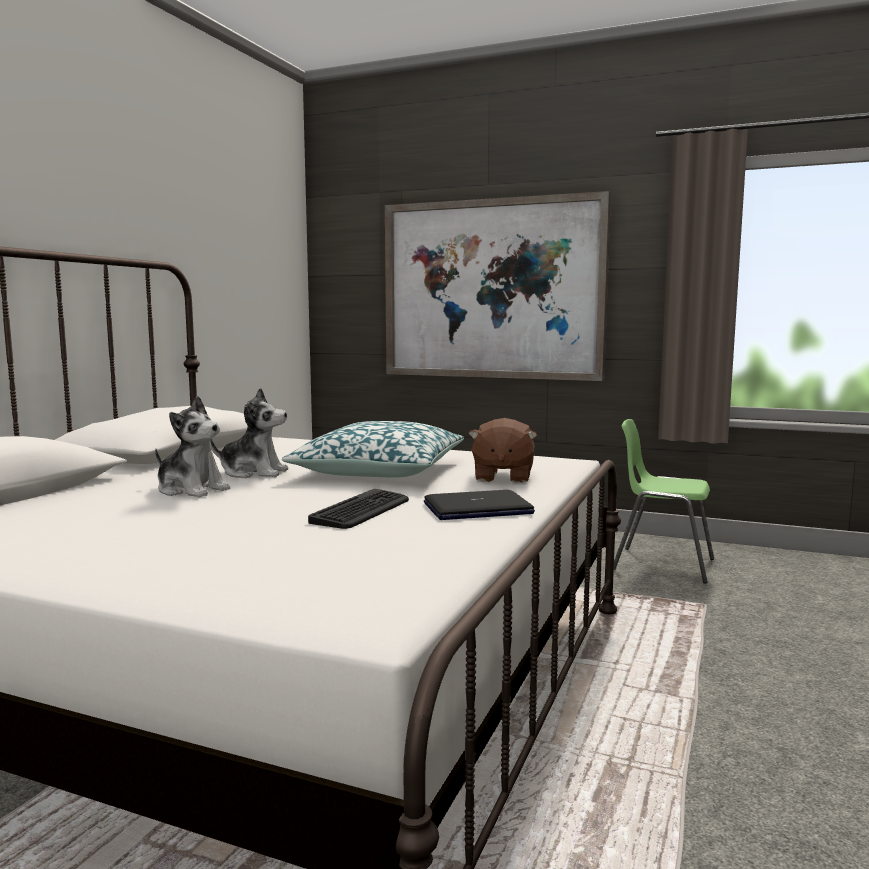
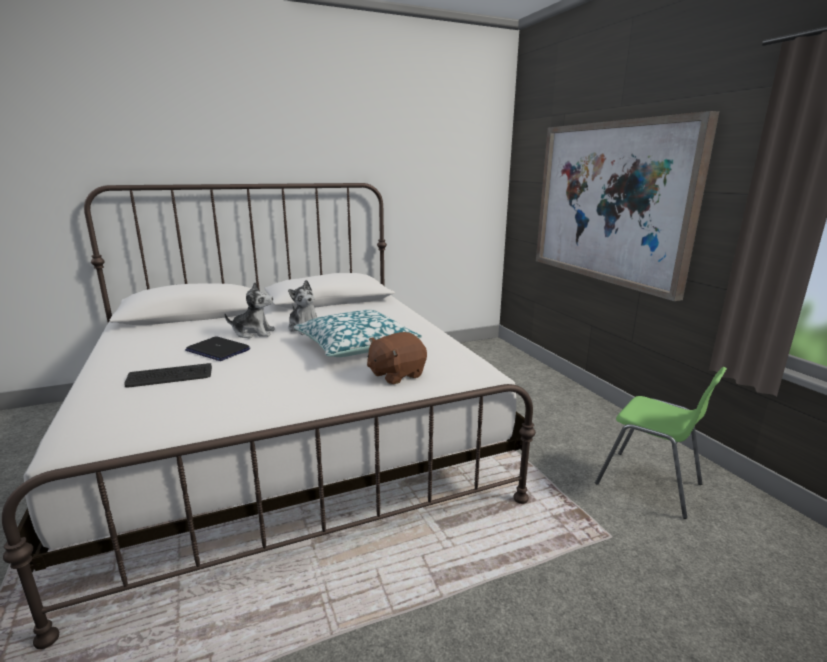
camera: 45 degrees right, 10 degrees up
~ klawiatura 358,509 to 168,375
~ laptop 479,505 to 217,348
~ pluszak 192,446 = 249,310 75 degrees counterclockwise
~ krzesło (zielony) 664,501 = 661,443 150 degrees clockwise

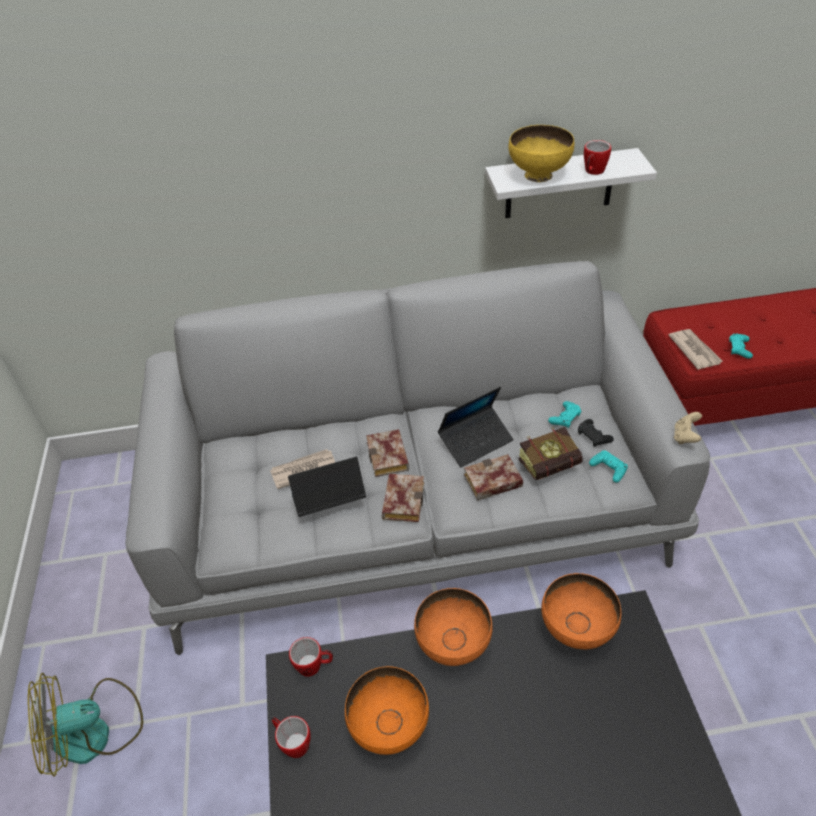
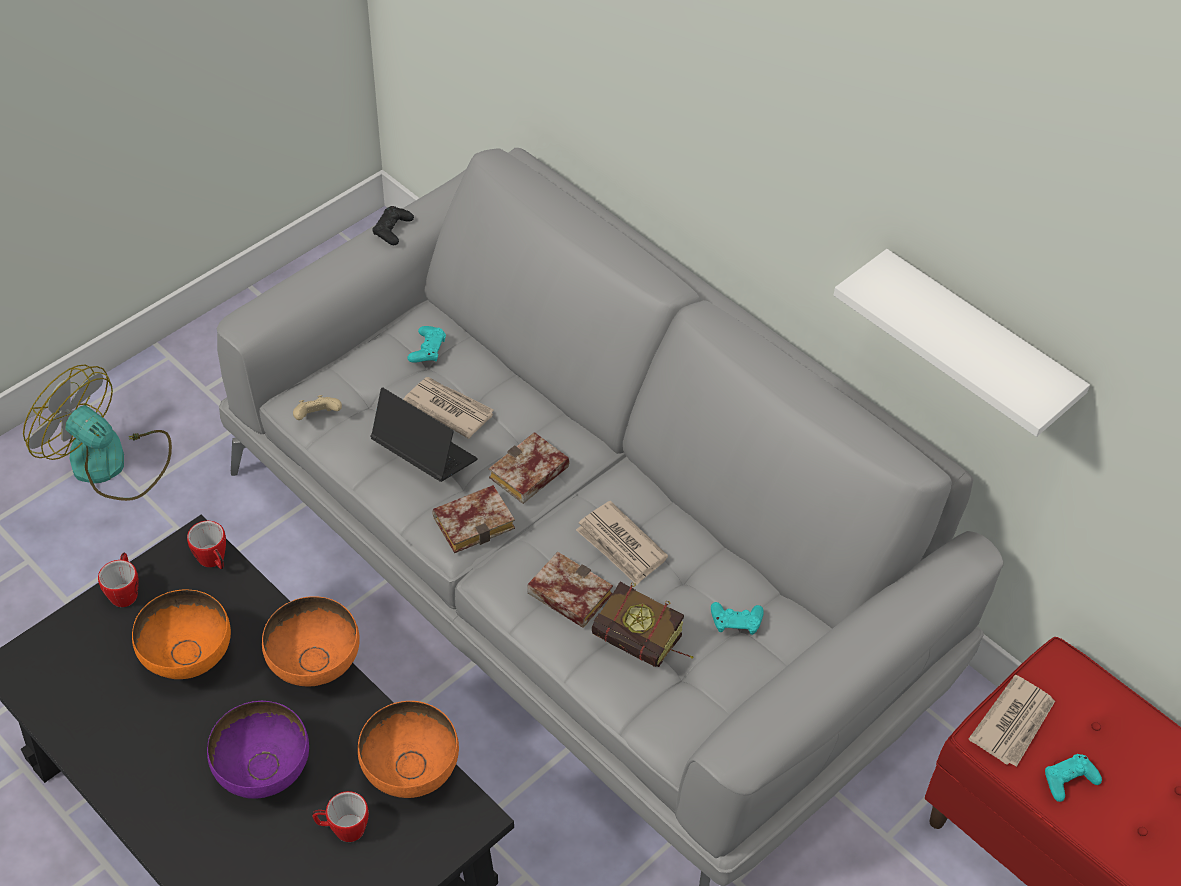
camera: 50 degrees right, 5 degrees up
+ miska (fioletowy) 258,750
~ pad do gier (beżowy) 688,428 to 317,407
~ kubek 597,157 to 340,816
~ pad do gier (czarny) 596,433 to 393,225
~ pad do gier (turkusowy) 608,466 to 426,344
~ laptop 476,427 to gazeta 622,543
- miska (żółty) 541,153

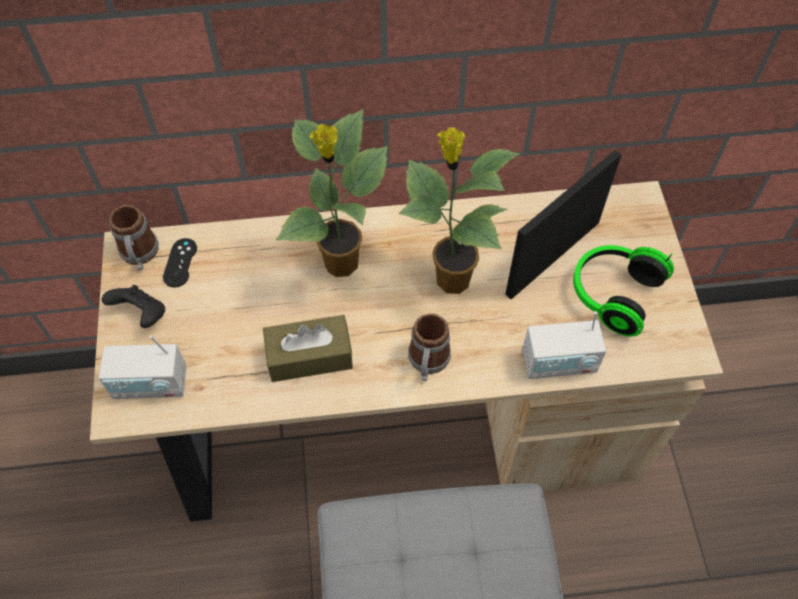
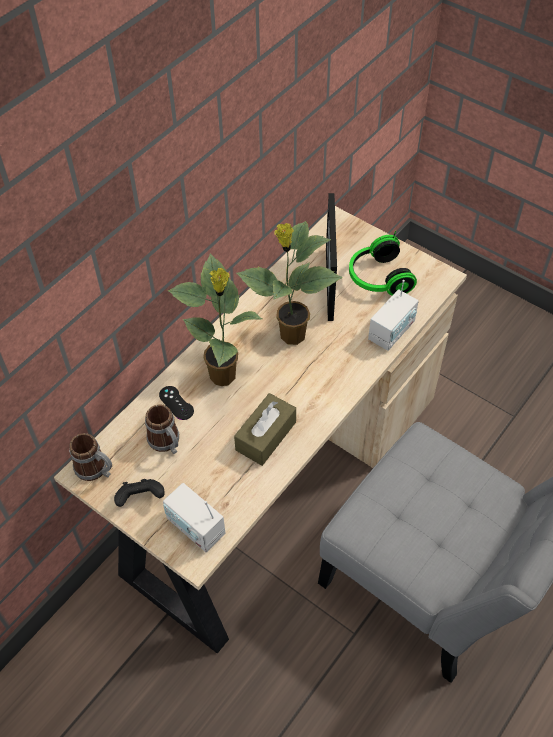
camera: 45 degrees left, 5 degrees down
~ kubek 429,347 to 162,429
~ pad do gier (czarny) 180,262 to 176,403
~ radio 142,367 = 194,517 90 degrees clockwise

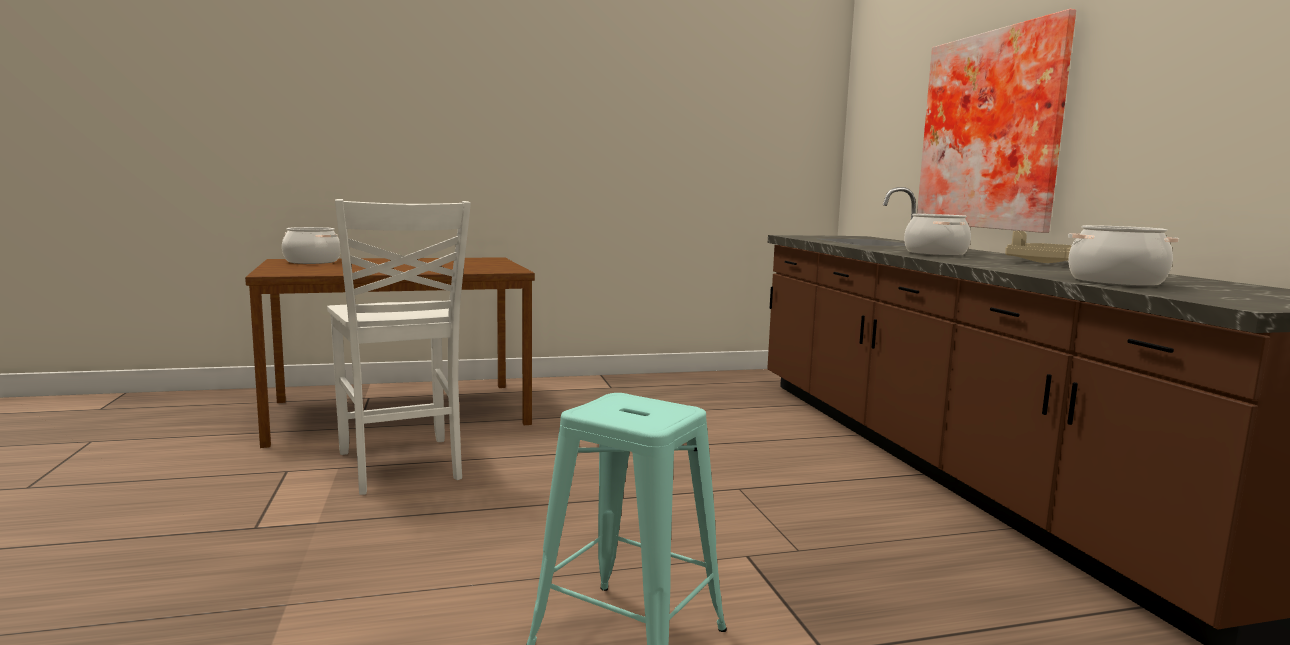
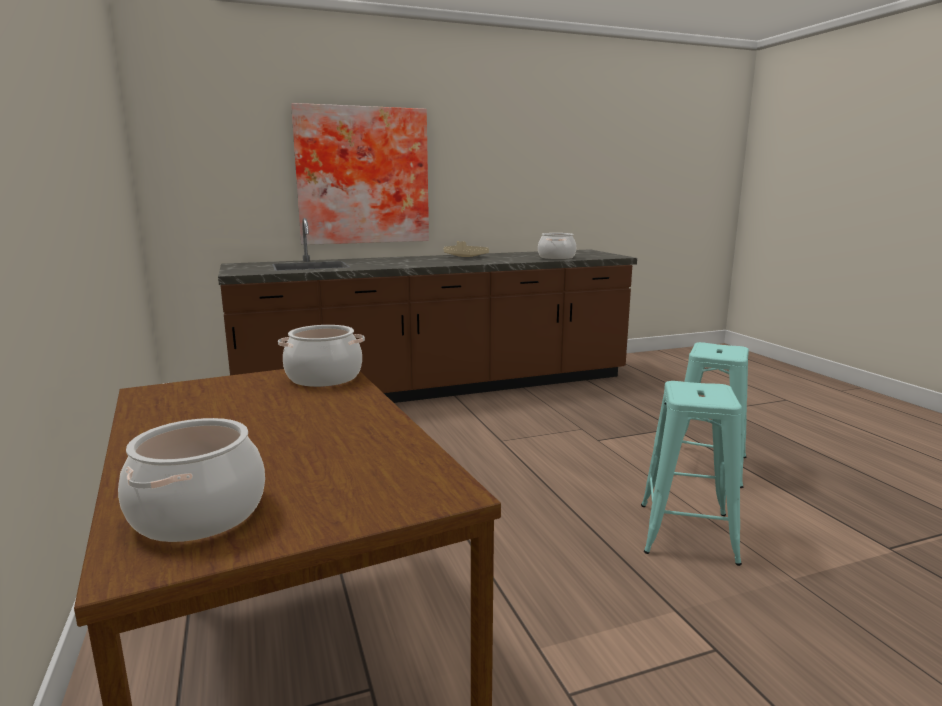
camera: 95 degrees left, 5 degrees up
~ garnek 937,235 to 321,356
+ stołek (turkusowy) 691,473
- krzesło (biały) 399,347

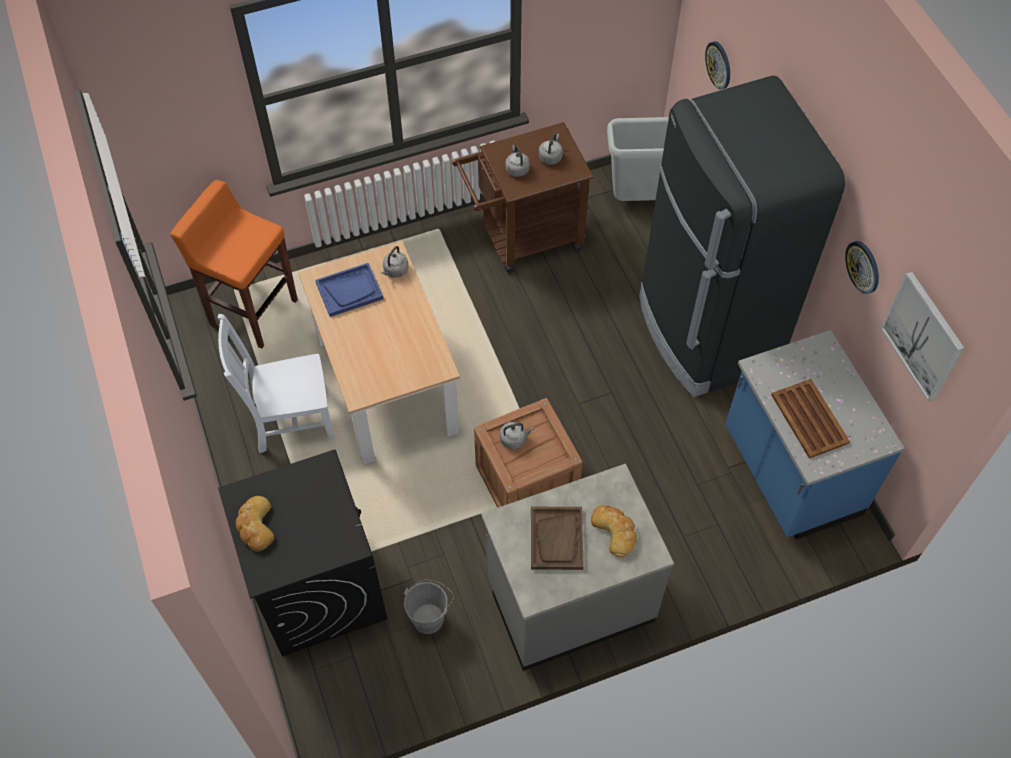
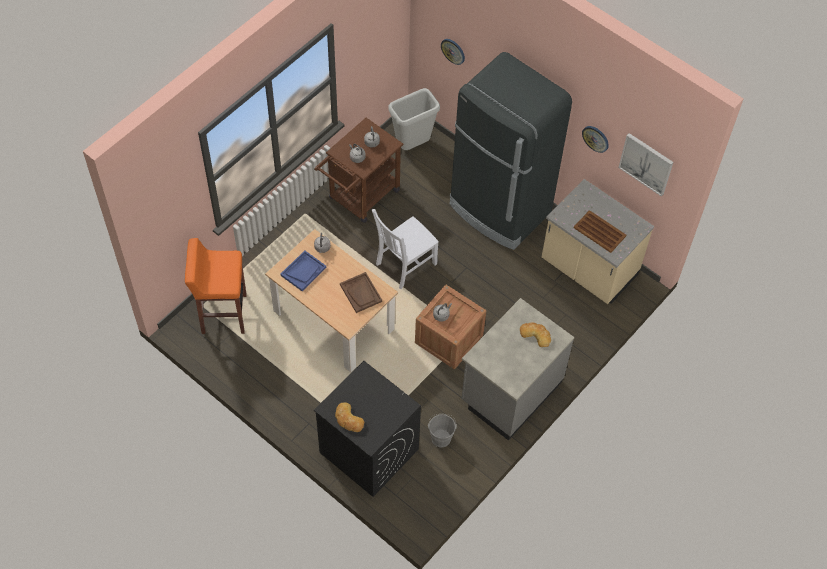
camera: 30 degrees left, 0 degrees up
~ taca (brązowy) 557,538 to 361,292
~ krzesło (biały) 276,383 to 405,249
~ zabudowa kuchenna (niebieski) 815,435 to zabudowa kuchenna (beżowy) 598,241

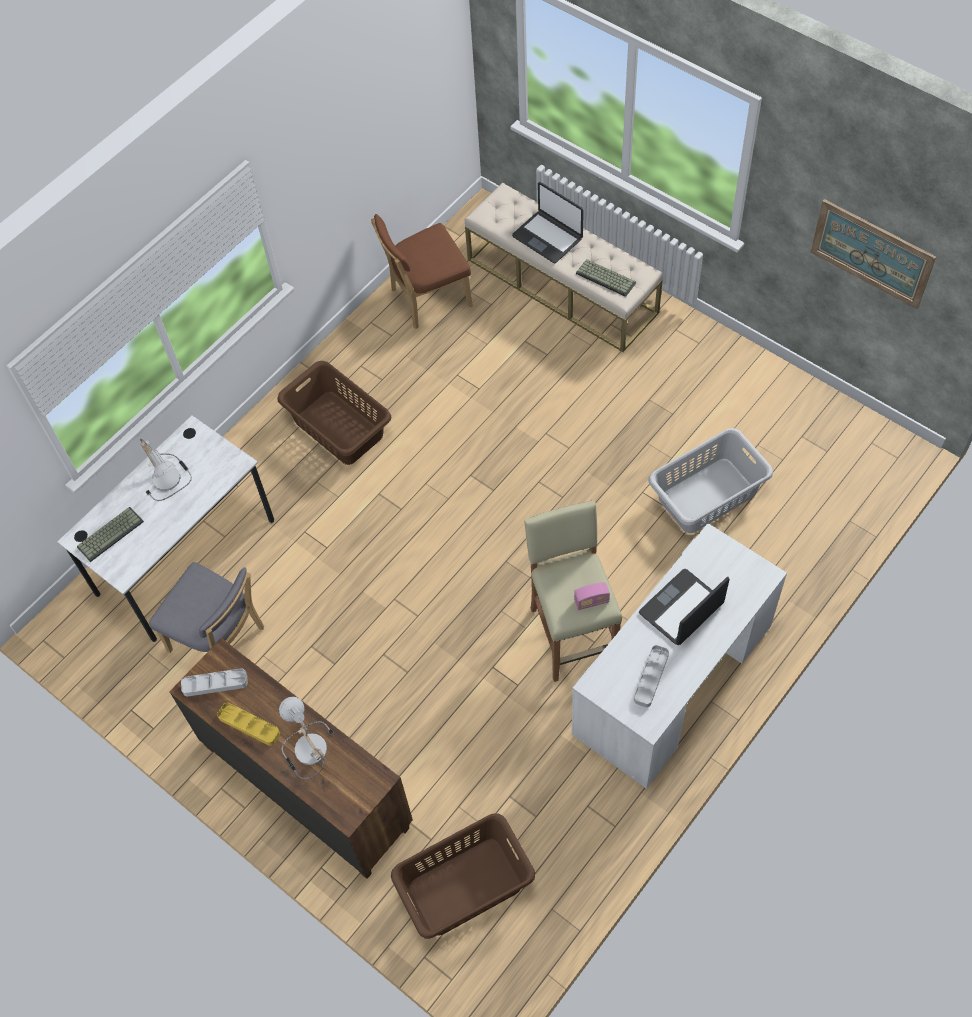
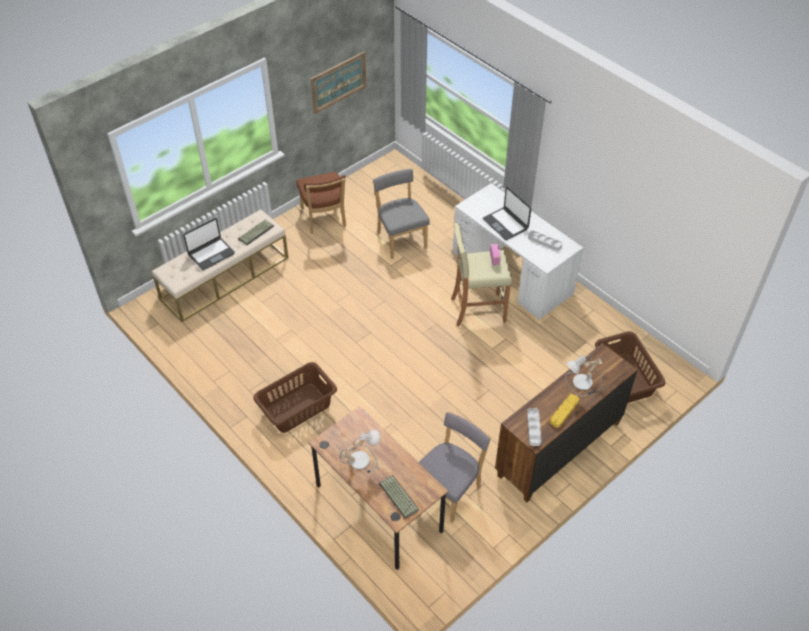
camera: 85 degrees left, 10 degrees down
~ krzesło (brązowy) 422,271 to 321,203
~ biurko (biały) 166,528 to biurko (brązowy) 379,488
~ kosz na pranie (szary) 710,480 to krzesło (szary) 401,214

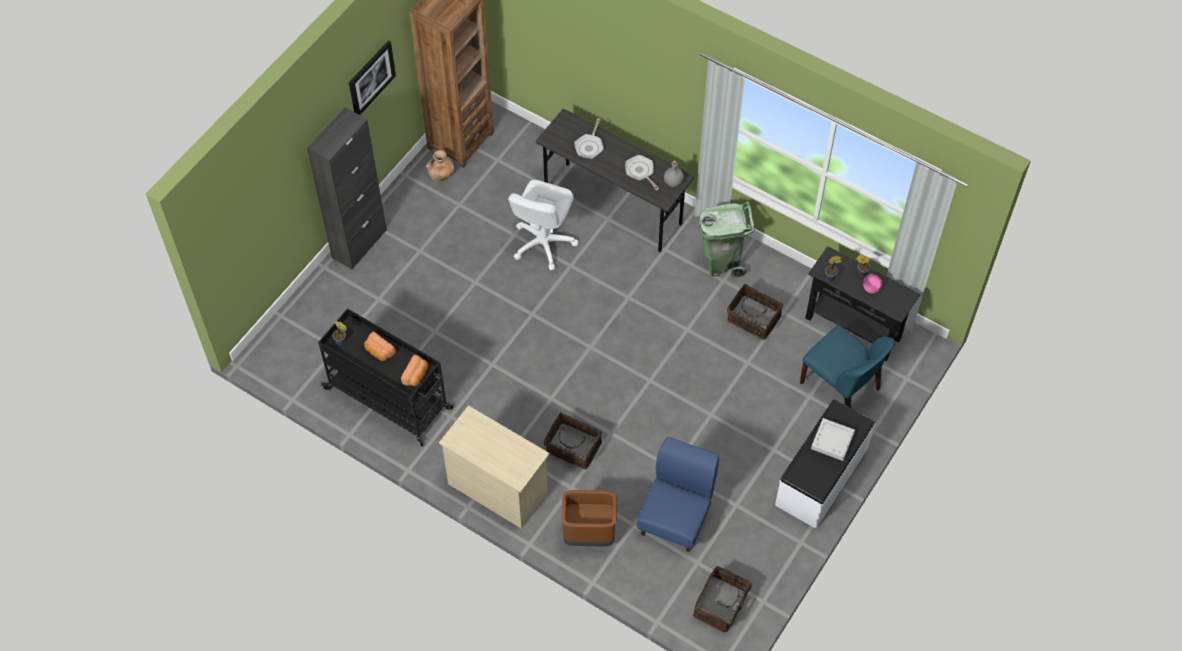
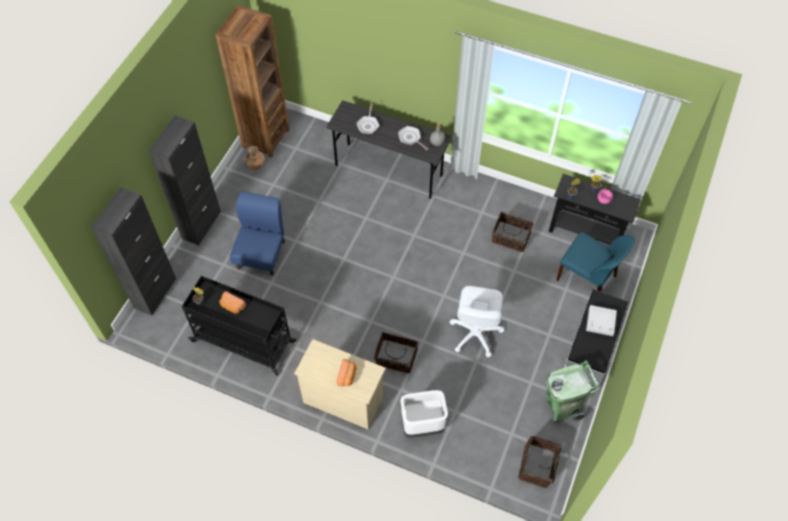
camera: 10 degrees left, 0 degrees up
+ szafka (czarny) 133,251
~ krzesło (niebieski) 677,494 to 257,233
~ chleb 414,370 to 346,372
~ kosz na śmieci (brązowy) 589,518 to kosz na śmieci (biały) 424,414
~ krzesło biurowe (biały) 543,225 to 477,321
~ kosz na śmieci (zielony) 726,239 to 572,391
- obraz 372,77

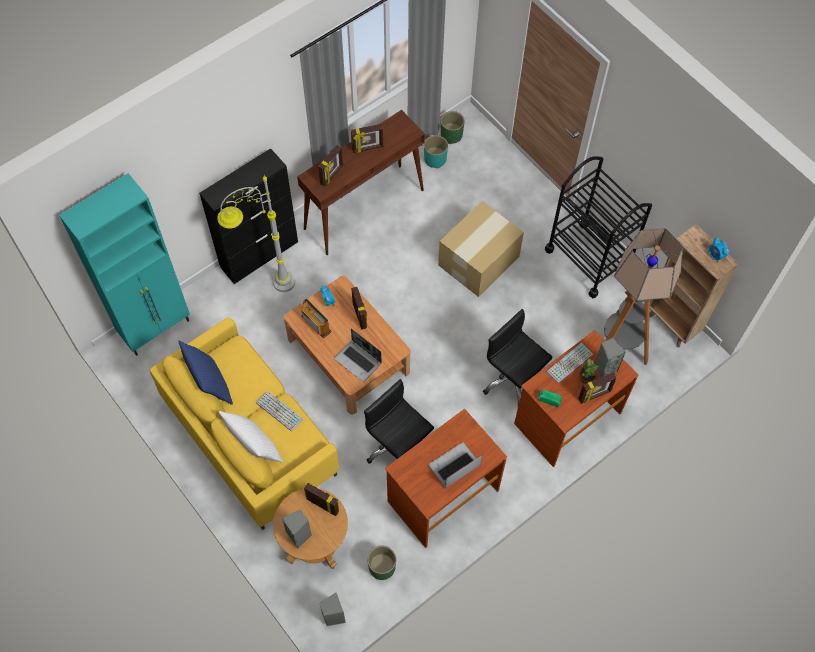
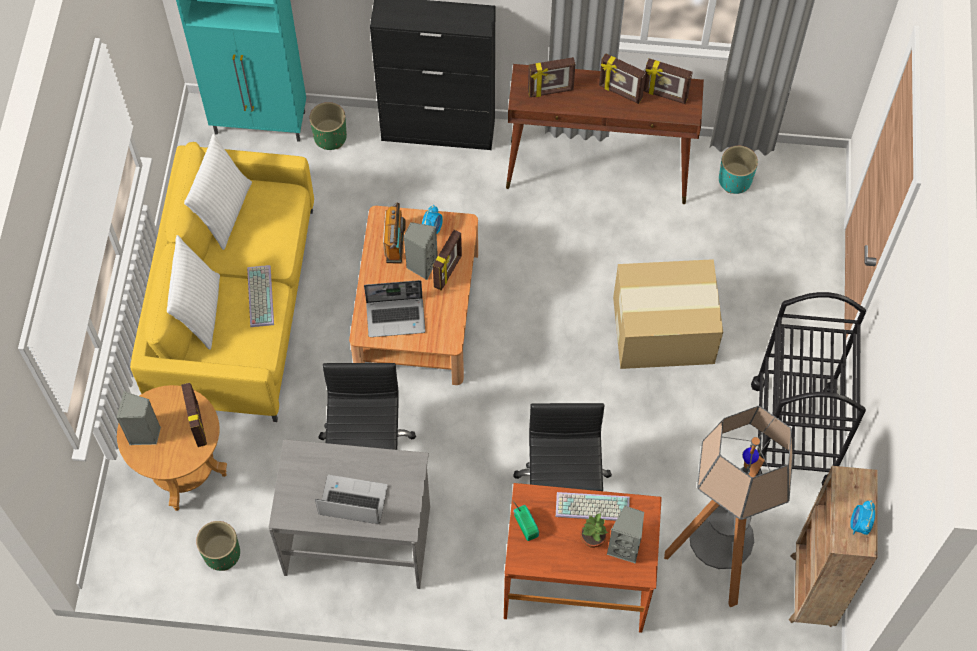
camera: 45 degrees right, 0 degrees up
~ poduszka (niebieski) 205,373 to poduszka (biały) 218,192
~ biurko (brązowy) 446,478 to biurko (szary) 349,514
~ donica (zielony) 453,127 to 328,126
~ laptop 358,355 = 394,308 90 degrees counterclockwise
~ głośnik (szary) 332,609 to 420,251
~ ramka na zdjęcie 597,388 to 668,81
- lampa stojąca (szary) 256,233

